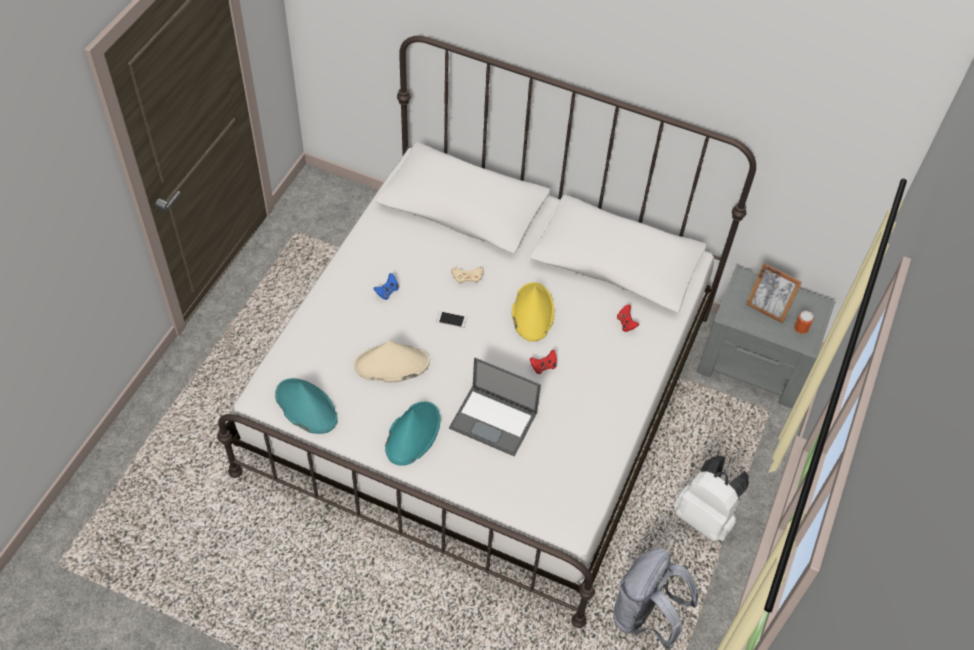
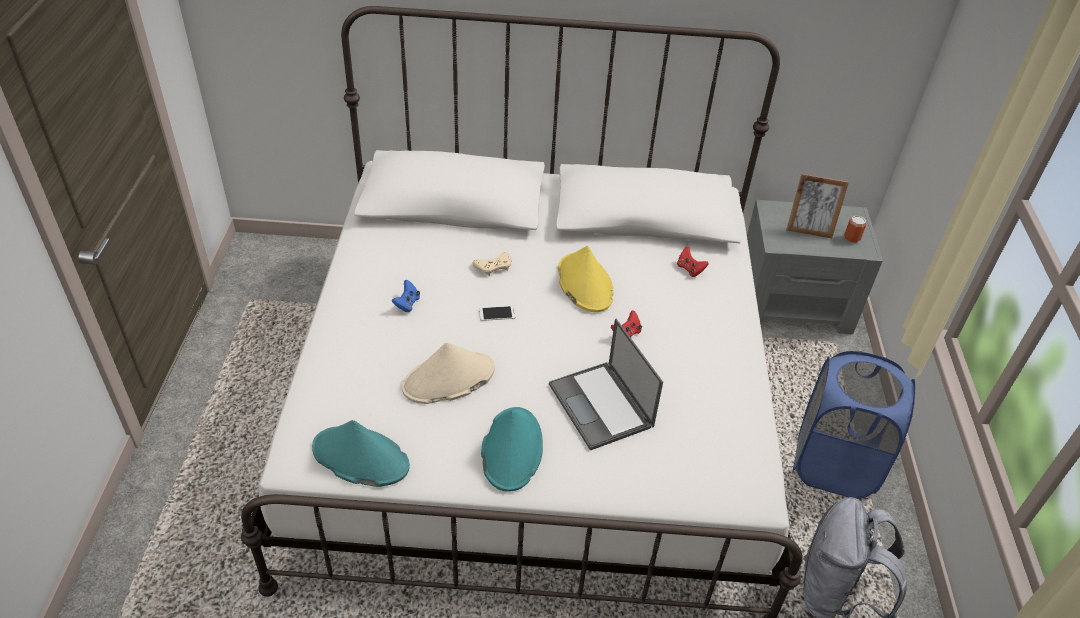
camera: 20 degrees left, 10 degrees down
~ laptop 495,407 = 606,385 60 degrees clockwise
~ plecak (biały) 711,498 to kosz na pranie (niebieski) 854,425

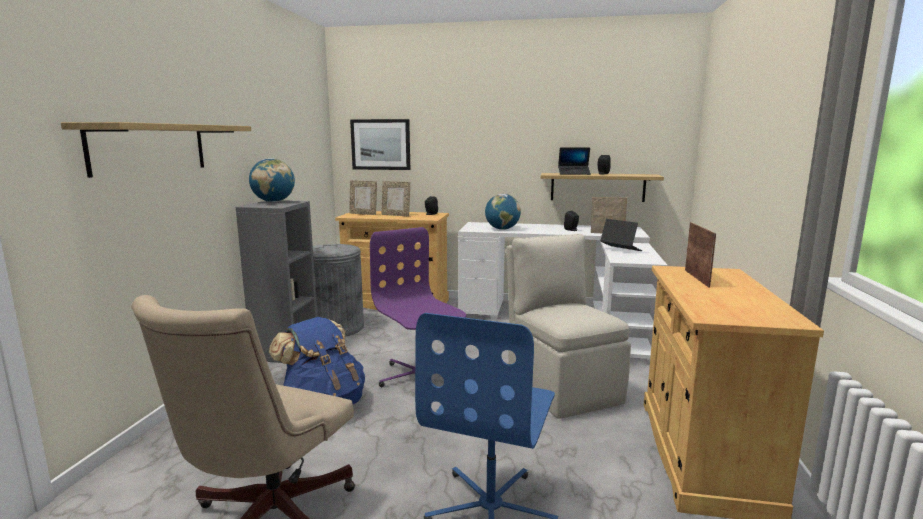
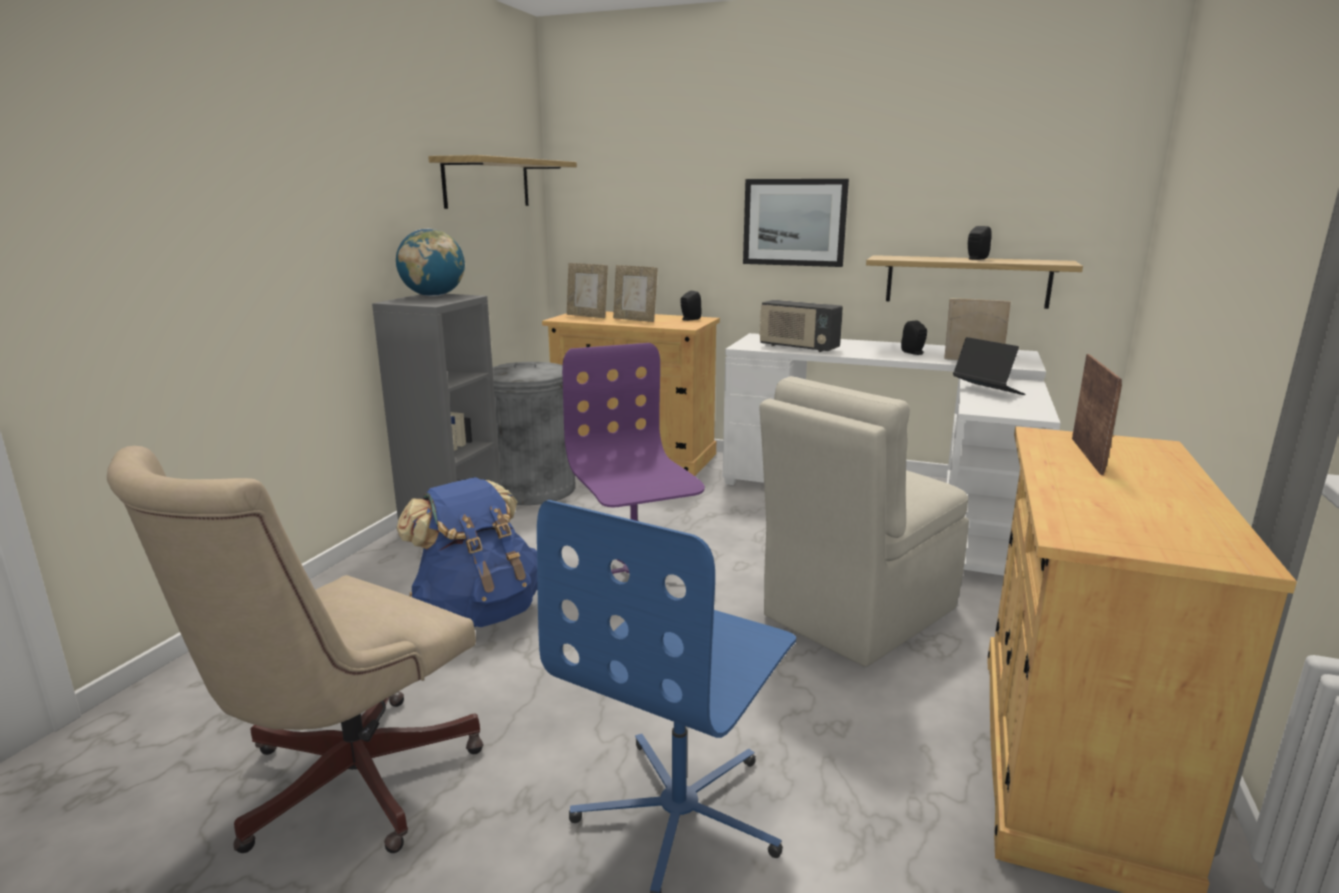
camera: 10 degrees right, 5 degrees up
~ półka 156,150 to 502,182
~ obraz 380,144 to 796,223
~ globus 503,212 to radio 801,326
~ krzesło (beżowy) 568,326 = 864,521 120 degrees counterclockwise
- laptop 574,161

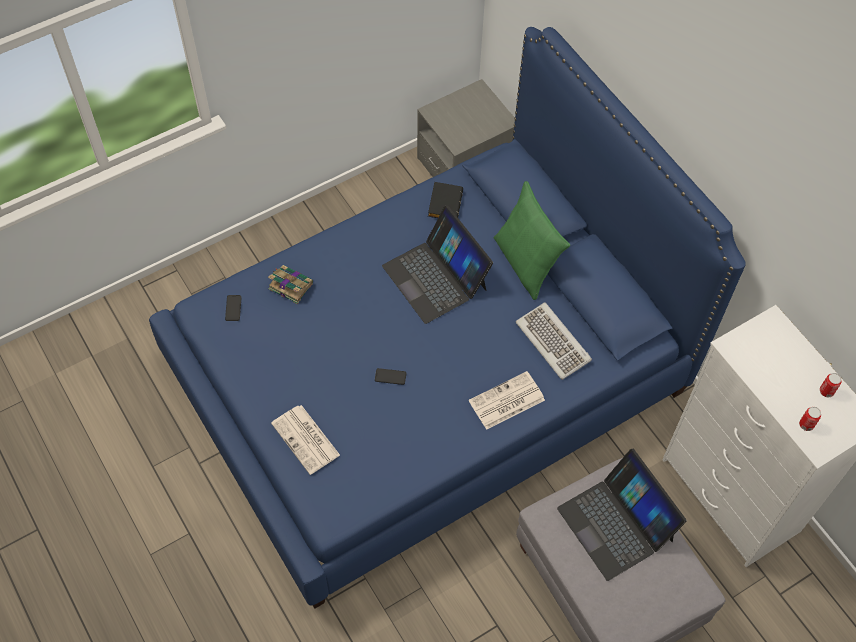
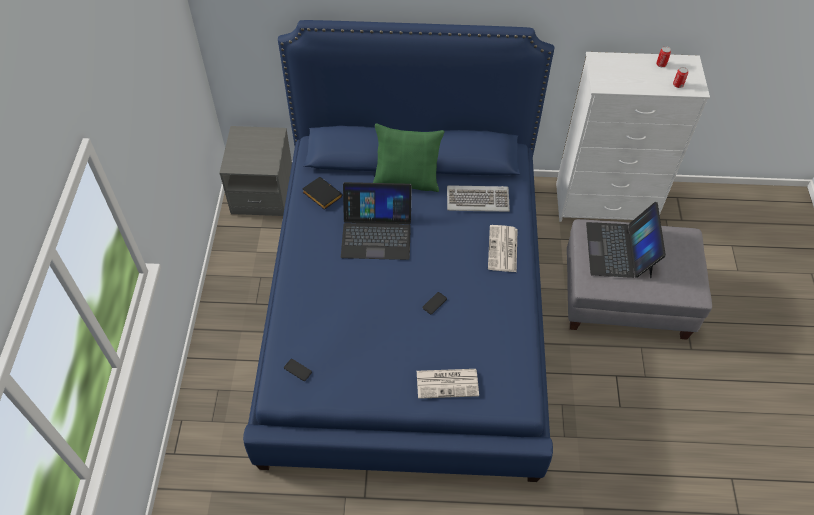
camera: 55 degrees left, 5 degrees down
~ laptop 622,515 = 626,240 90 degrees clockwise
- książka 290,284

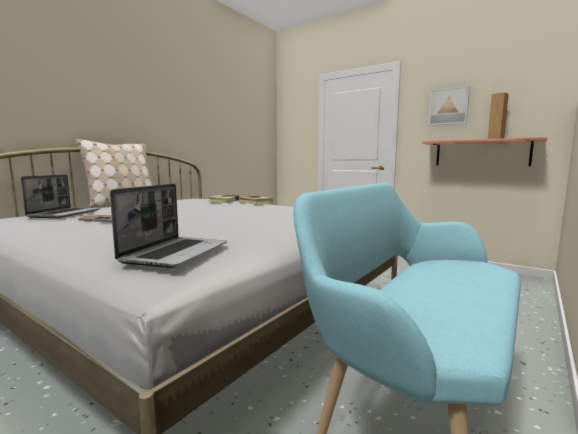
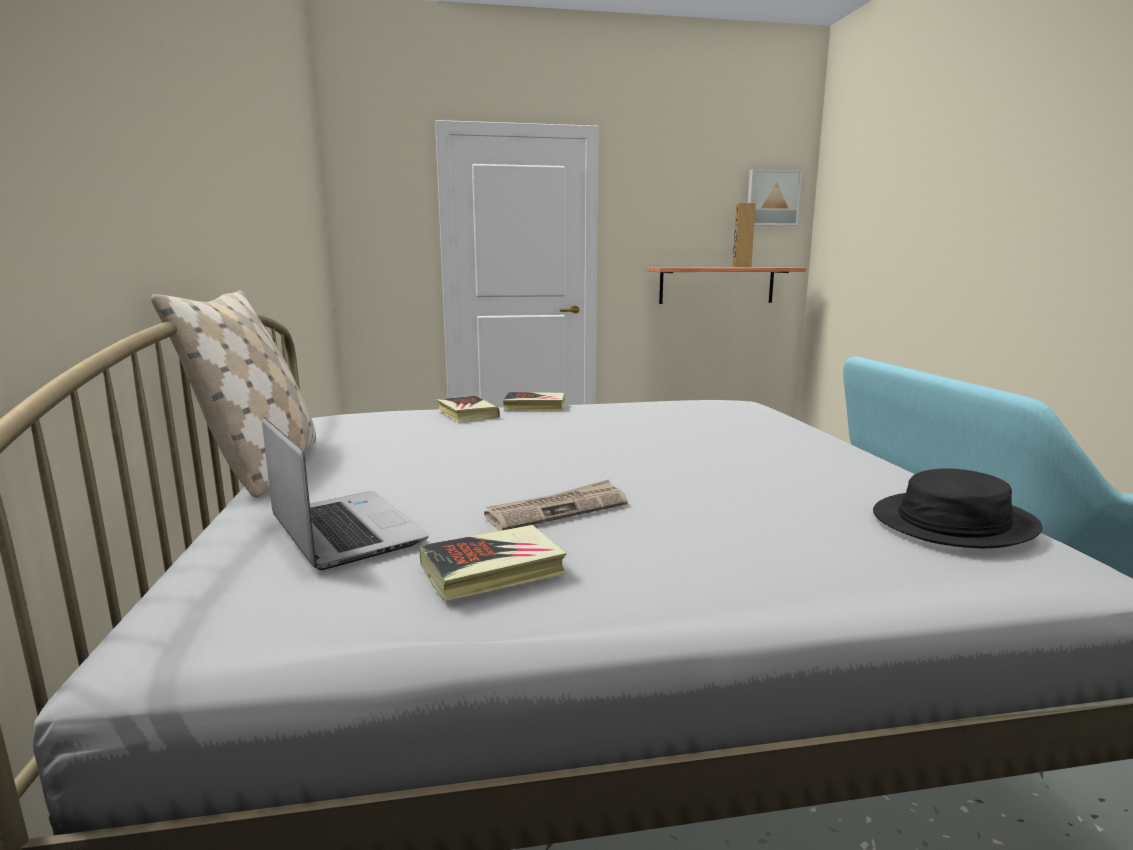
camera: 45 degrees left, 5 degrees up
+ książka 493,563
~ obraz 449,106 to 775,197
~ laptop 168,226 to kapelusz (czarny) 958,508

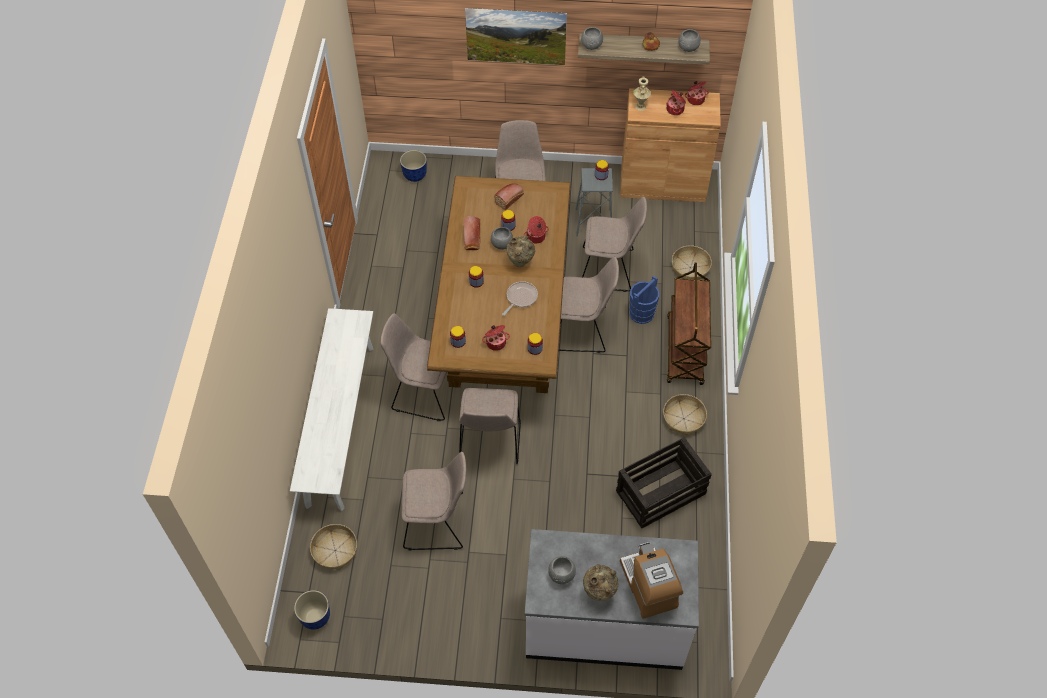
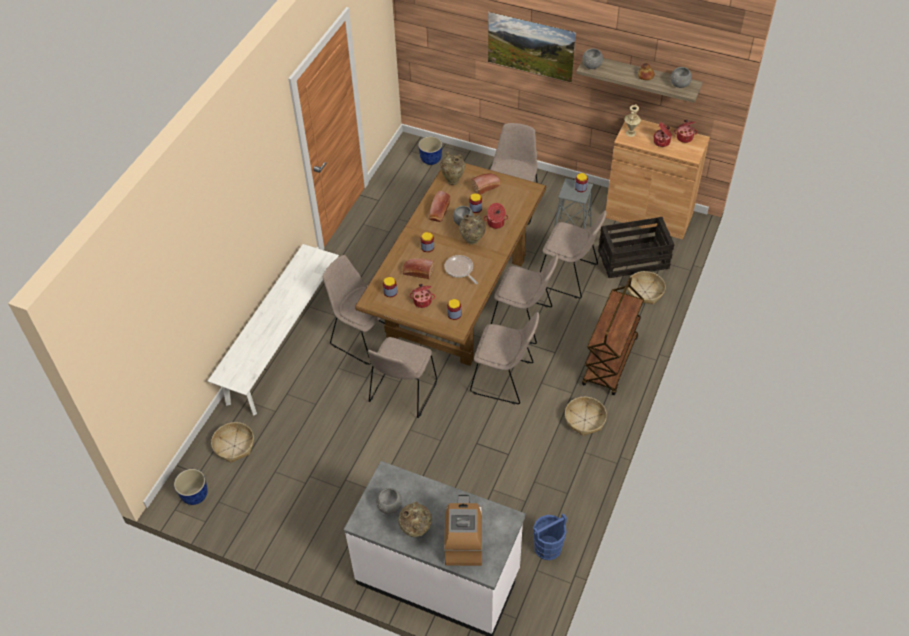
camera: 20 degrees right, 5 degrees down
+ chleb 418,268
+ wazon (beżowy) 452,168
~ patelnia 520,298 = 461,269 90 degrees counterclockwise
~ krzesło (beżowy) 433,501 to 504,358
~ wiadro (niebieski) 644,300 to 550,536
~ skrzynka 664,482 to 636,247

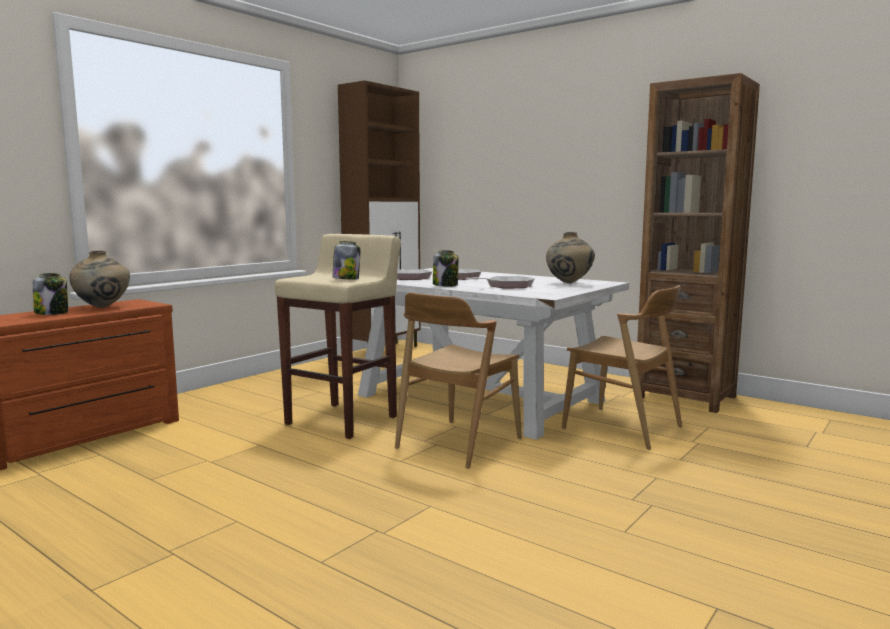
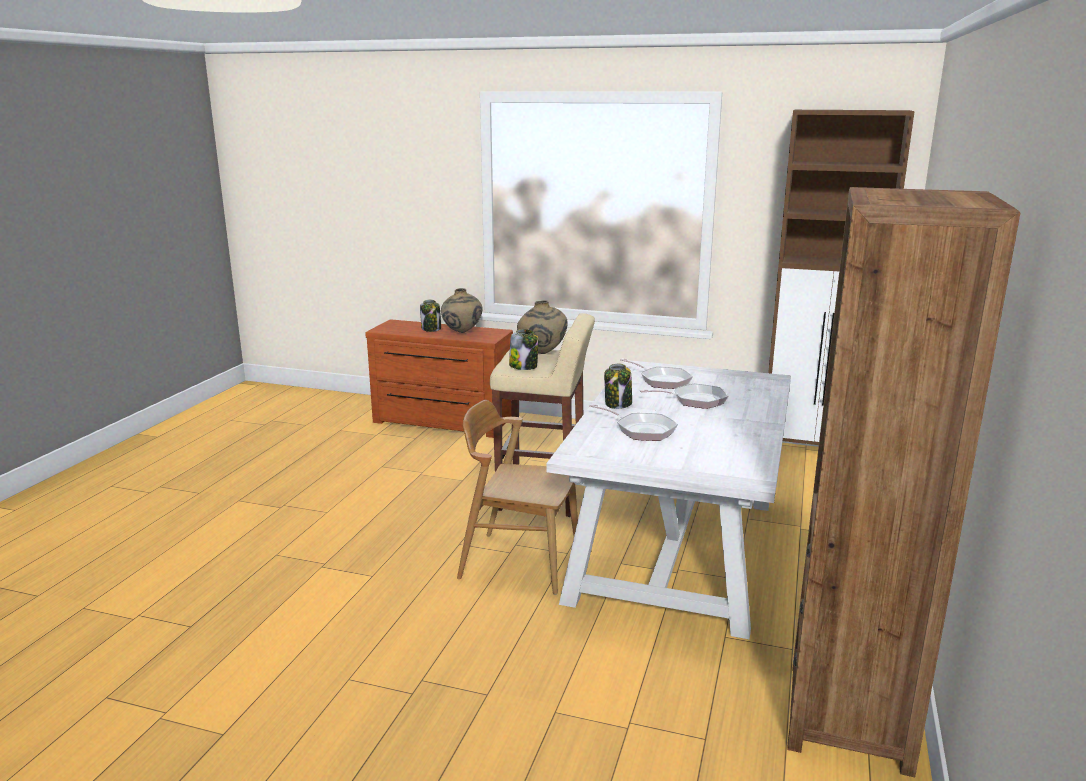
camera: 70 degrees right, 10 degrees up
~ wazon (beżowy) 570,258 to 542,327
- krzesło (brązowy) 622,367

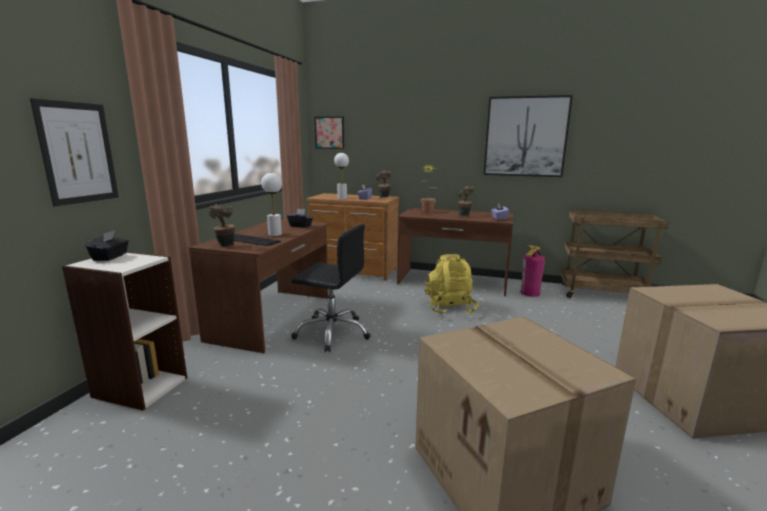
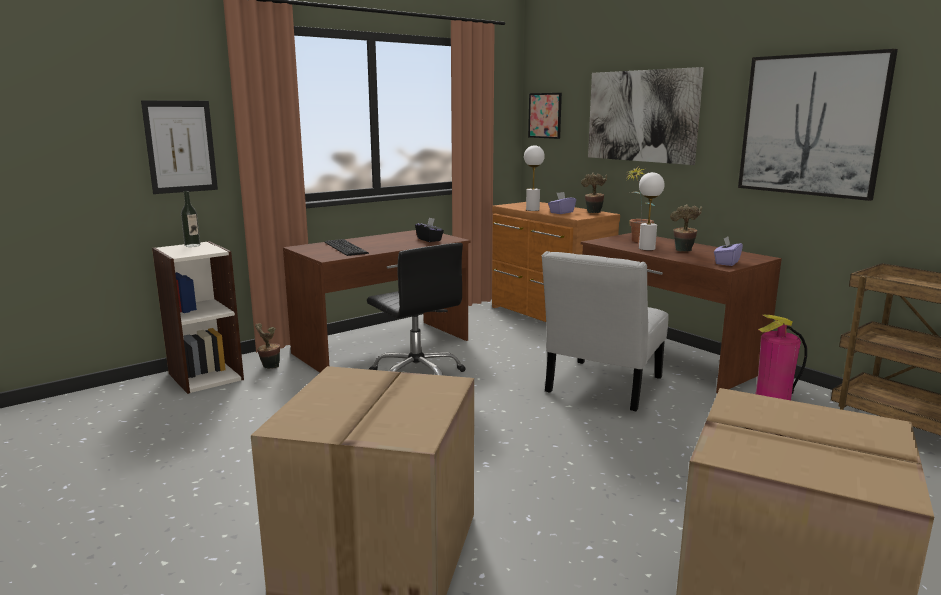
camera: 35 degrees right, 0 degrees up
~ pudełko chusteczek (czarny) 107,245 to butelka 190,219
~ roślina doniczkowa 221,225 to 267,346
~ plecak (żółty) 452,284 to krzesło (biały) 605,331
+ obraz 646,116
~ lampa stołowa (biały) 271,204 to 652,211

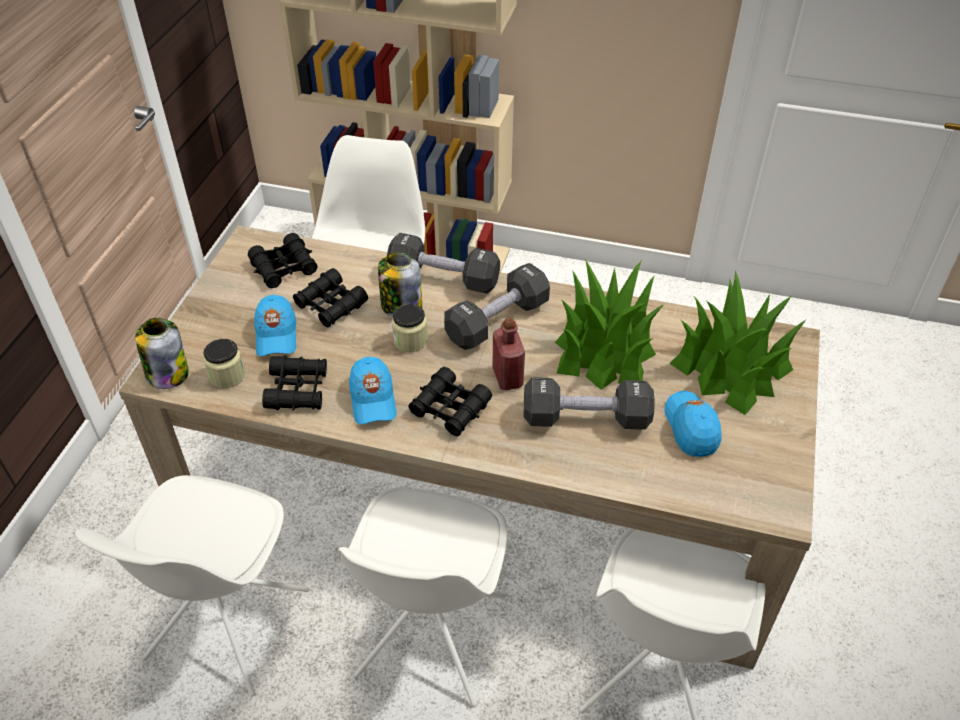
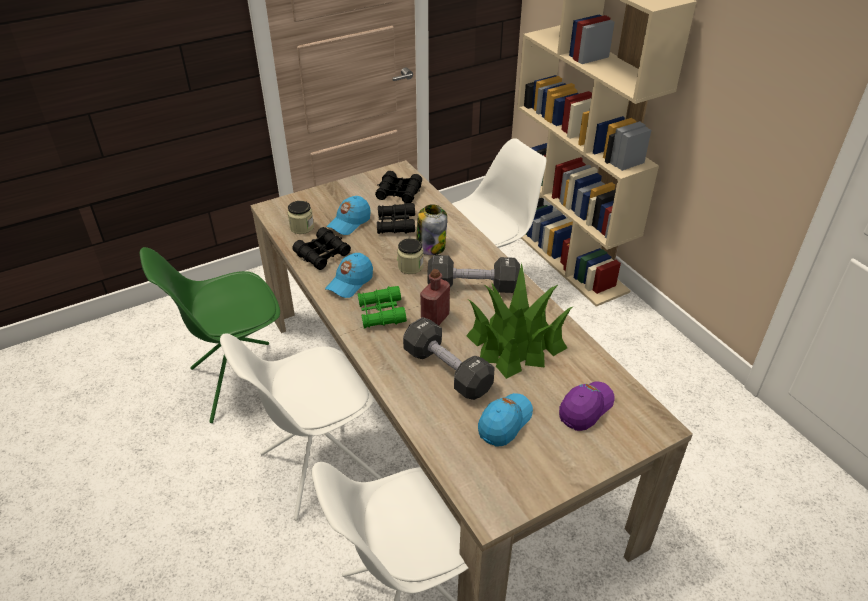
camera: 45 degrees right, 5 degrees down
~ krzesło (biały) 192,586 to krzesło (zielony) 210,335
~ lornetka (czarny) 450,401 to lornetka (zielony) 382,307
~ roślina doniczkowa 737,342 to czapka z daszkiem (fioletowy) 587,406
- słoik 162,353
- hantel (czarny) 443,263

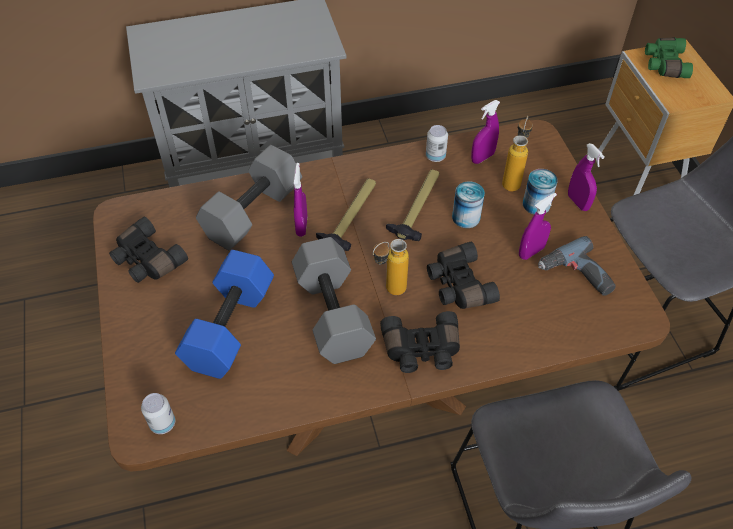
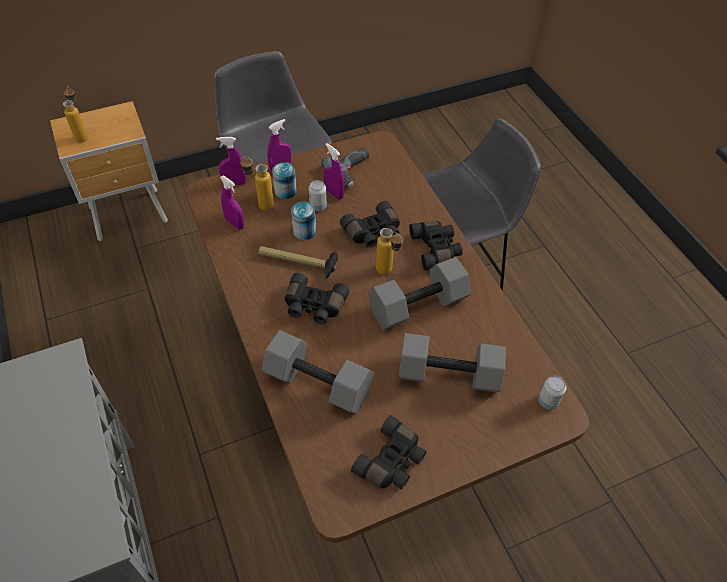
camera: 100 degrees left, 0 degrees up
~ lornetka (zielony) 669,57 to butelka 75,114
~ spryskiwacz (fioletowy) 300,200 to 231,161
~ młotek 346,215 to lornetka (czarny) 317,298
~ puszka 437,143 to 318,195
~ hantel (niebieski) 224,314 to hantel (szary) 452,363

